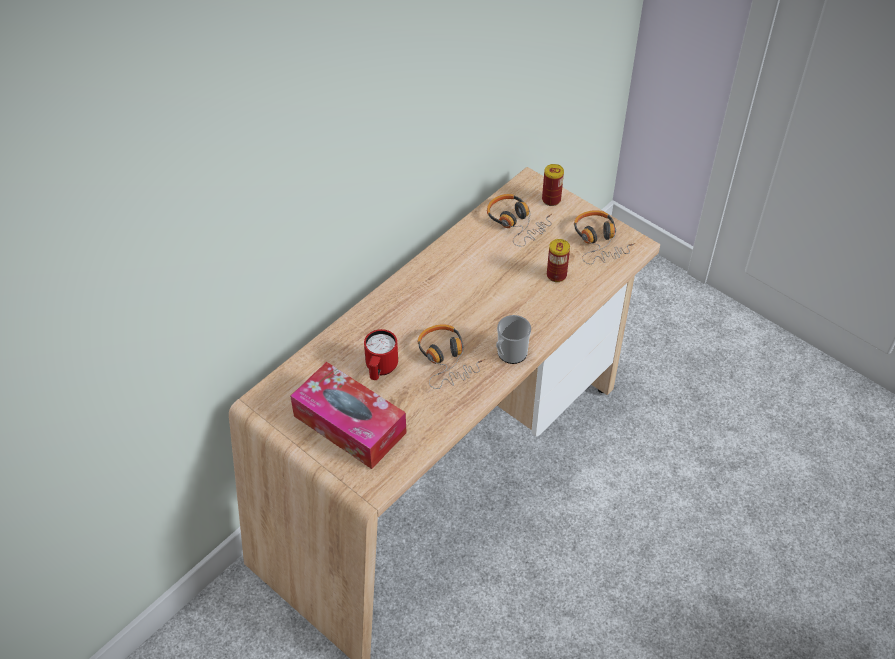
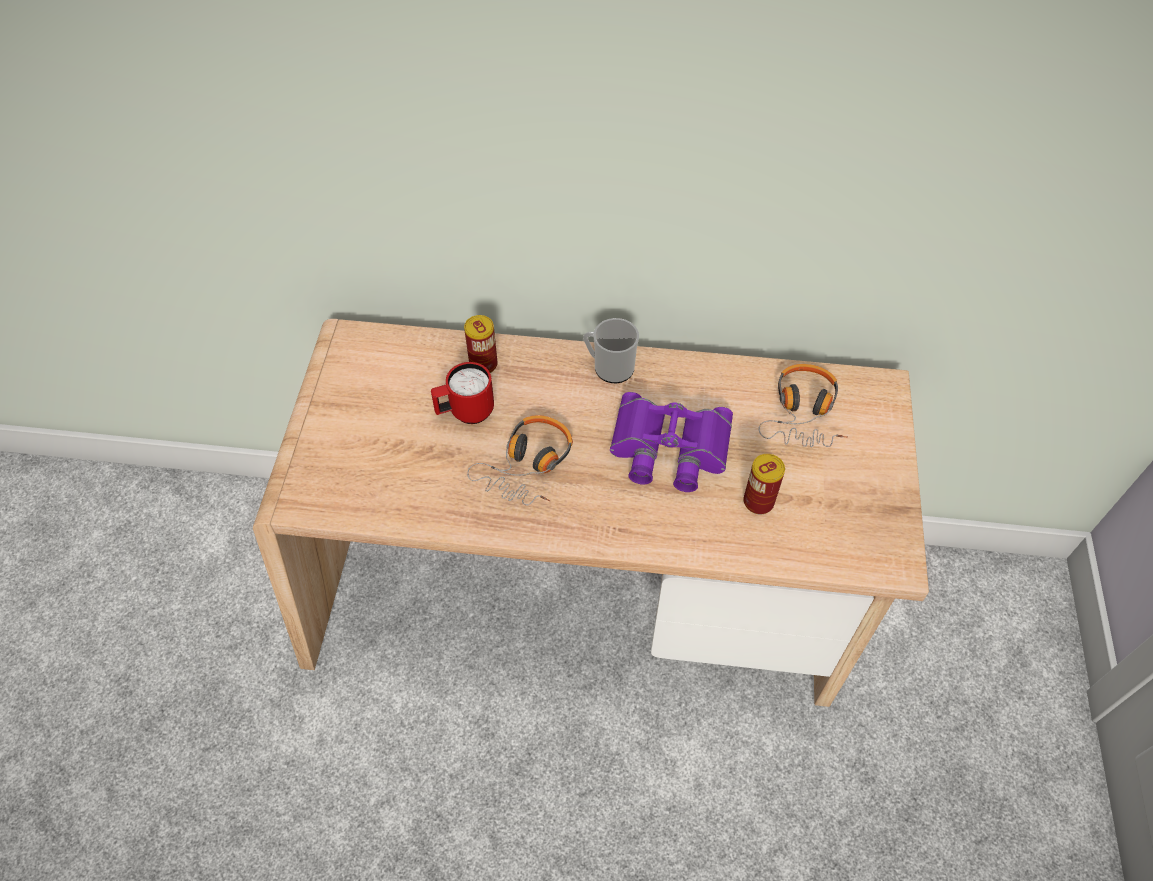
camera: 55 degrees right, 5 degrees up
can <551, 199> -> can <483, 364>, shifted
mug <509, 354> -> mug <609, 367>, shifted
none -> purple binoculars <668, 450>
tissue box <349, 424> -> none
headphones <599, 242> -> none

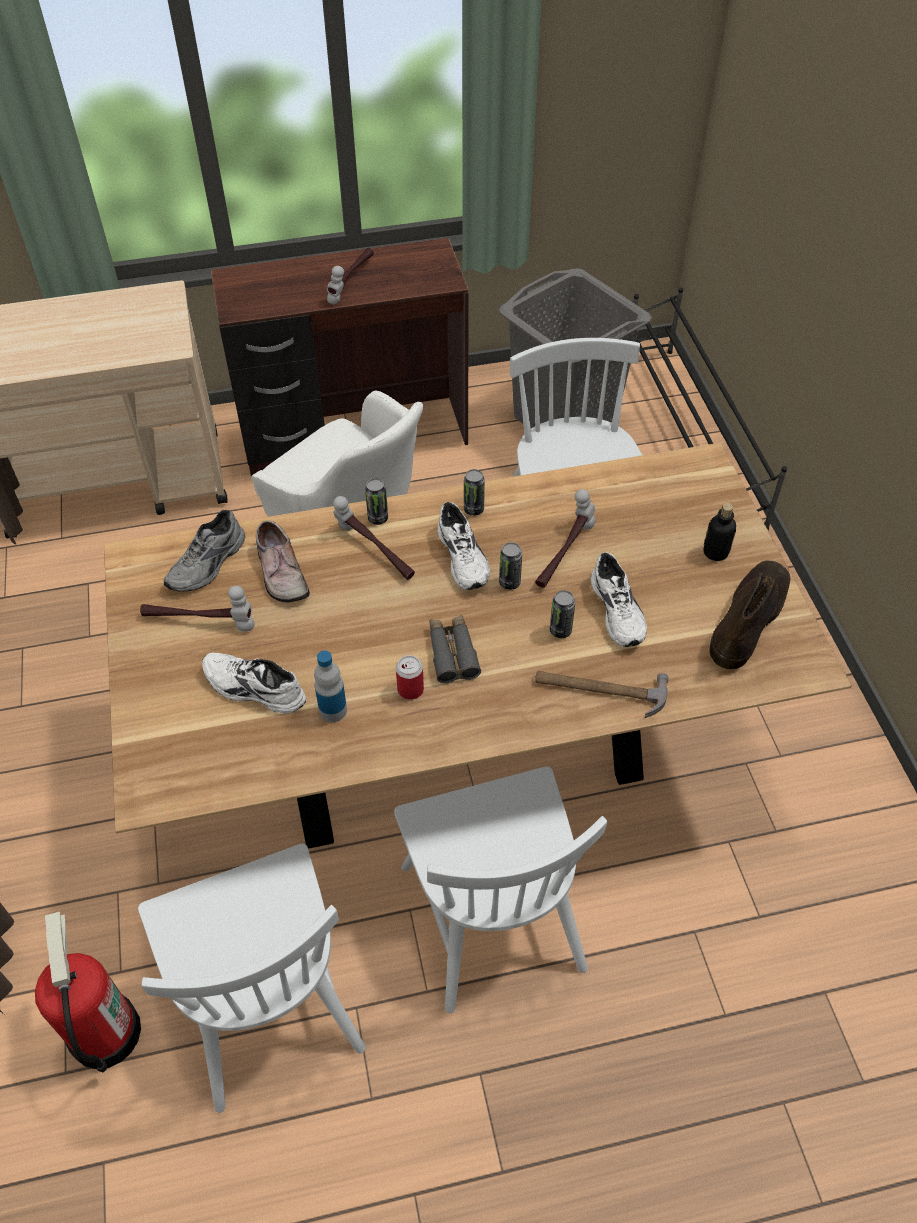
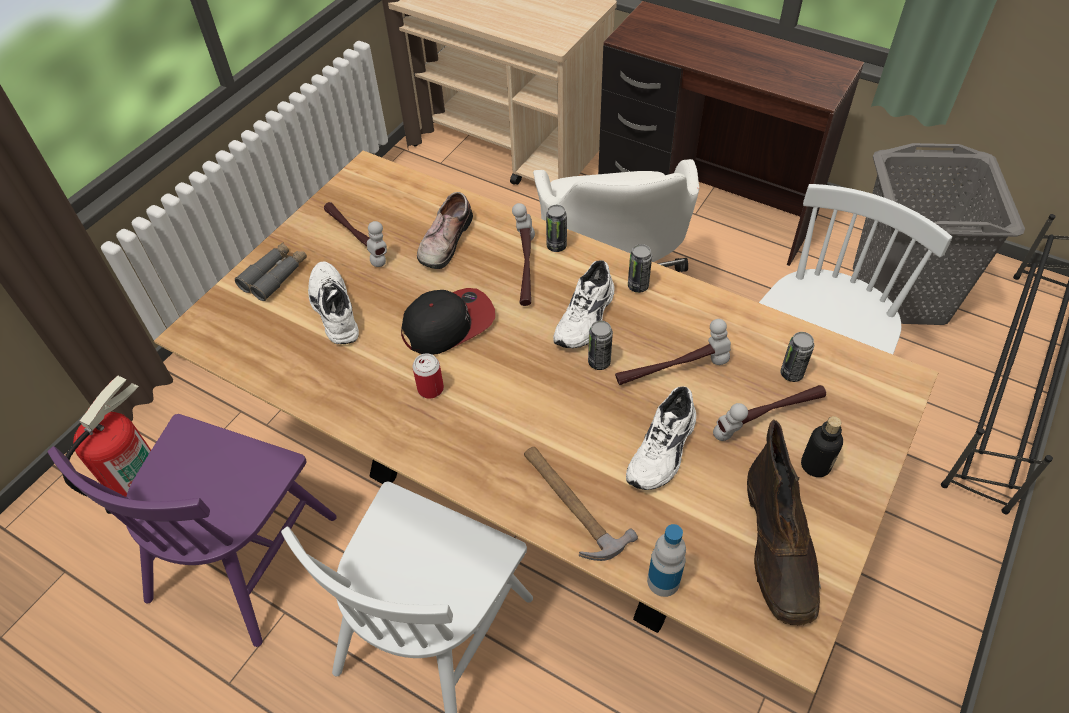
camera: 45 degrees right, 0 degrees up
white chair <266, 1000> -> purple chair <243, 556>
grey binoculars <452, 653> -> grey binoculars <275, 276>, shifted
none -> cap <448, 324>
bottle <333, 710> -> bottle <663, 581>, shifted
hammer <352, 281> -> hammer <768, 418>, shifted
brown boot <749, 618> -> brown boot <779, 547>, 105 degrees clockwise
can <560, 630> -> can <791, 374>, shifted
grey shoe <209, 564> -> none

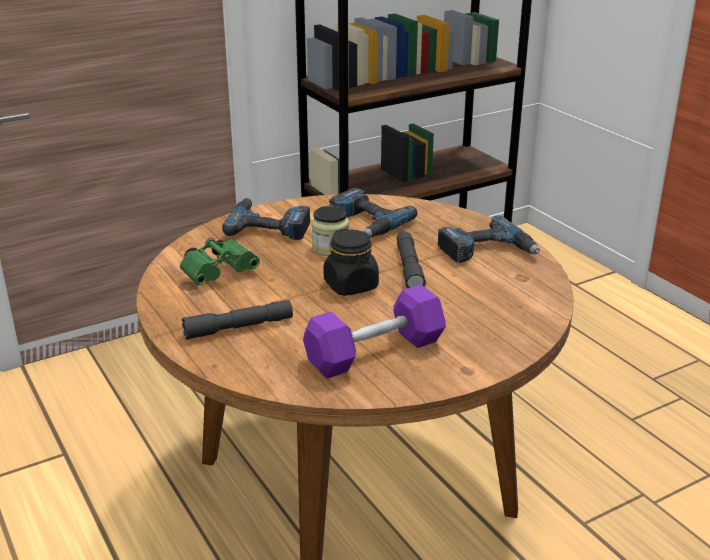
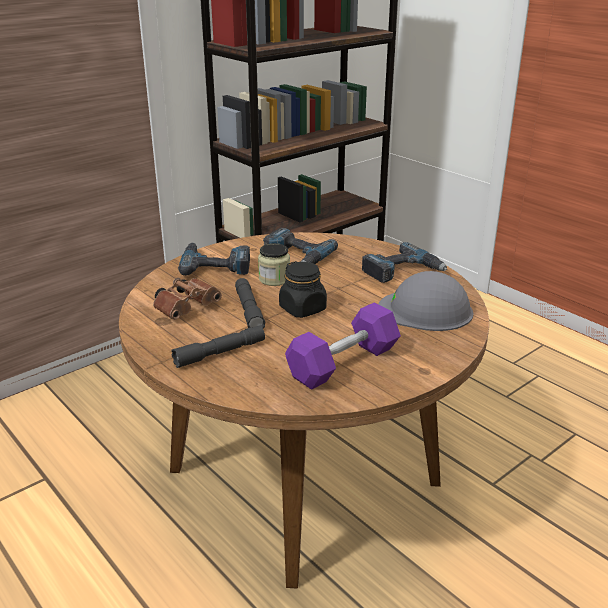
camera: 10 degrees left, 0 degrees up
green binoculars <220, 273> -> brown binoculars <188, 308>
grey flashlight <409, 268> -> grey flashlight <249, 310>, shifted
none -> grey hard hat <426, 310>

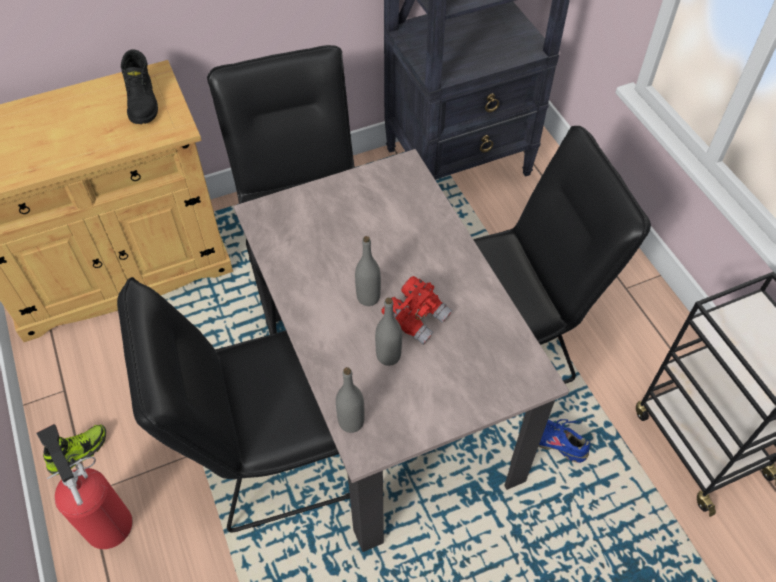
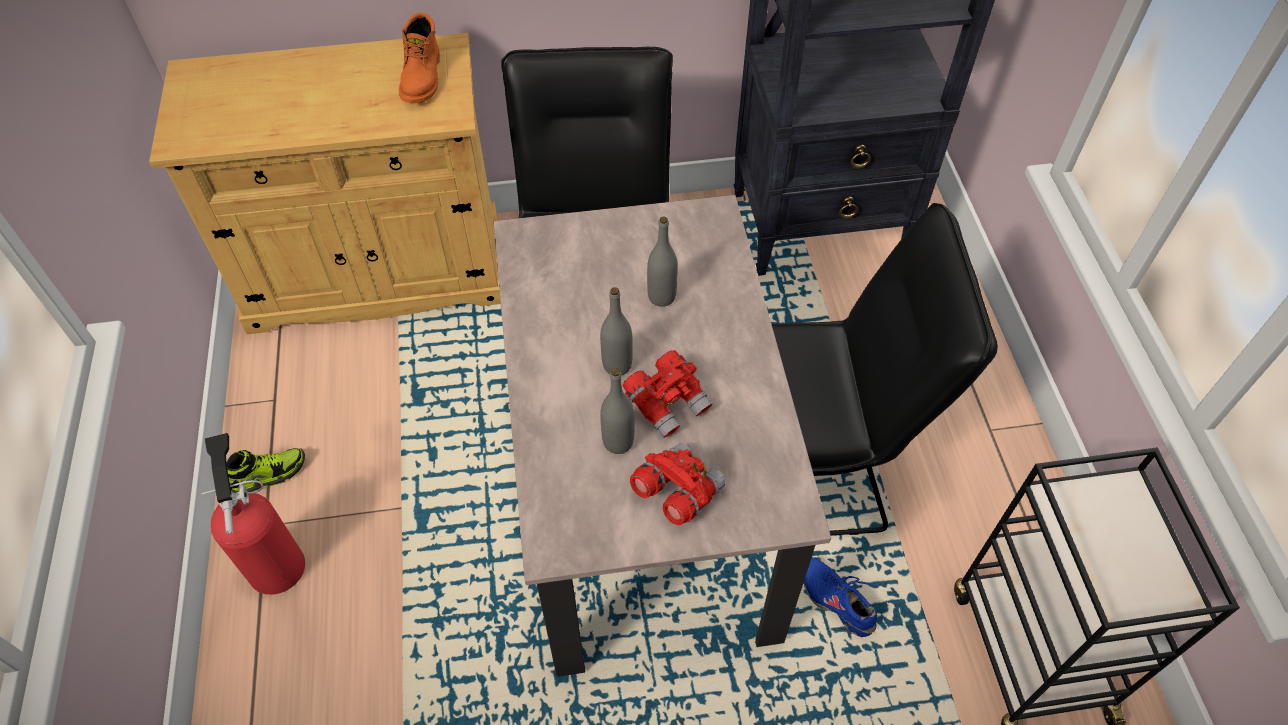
camera: 15 degrees right, 0 degrees up
black boot <143, 102> -> orange boot <423, 78>
none -> red binoculars <676, 492>
grey bottle <351, 422> -> grey bottle <661, 297>, shifted
black chair <276, 453> -> none

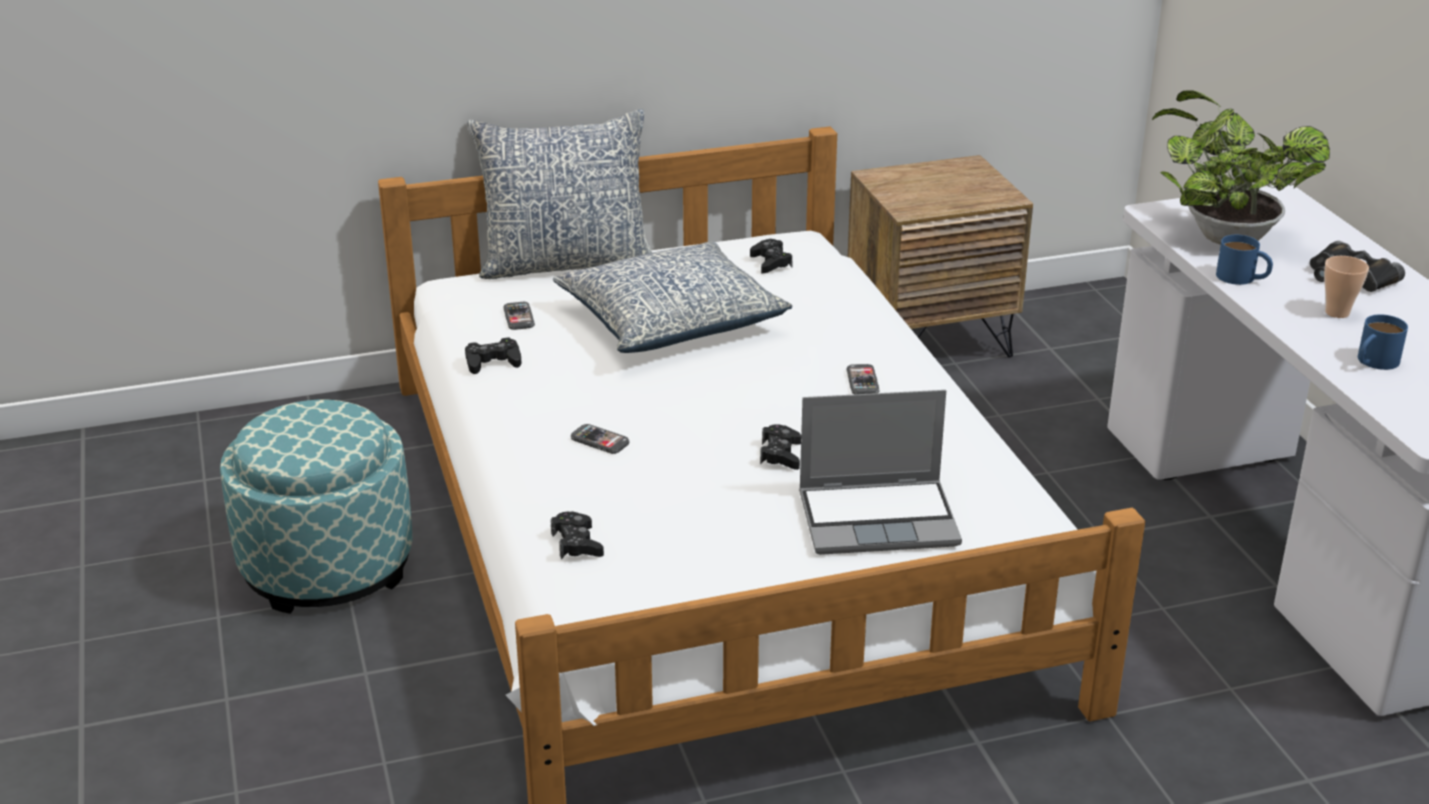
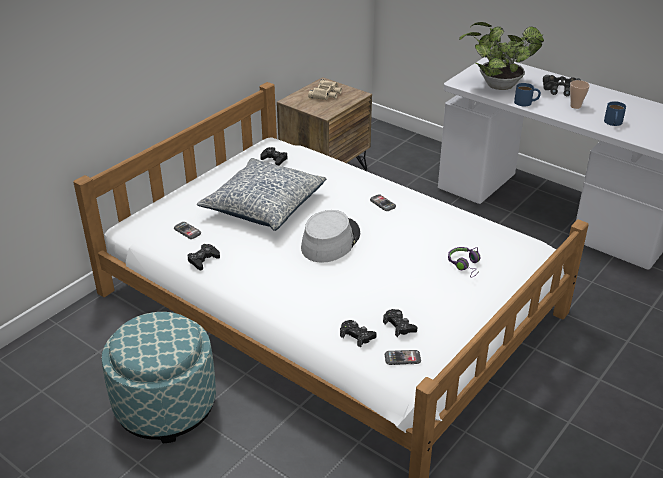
camera: 35 degrees left, 5 degrees up
none -> grey hat <330, 241>
none -> beige binoculars <326, 94>
black game controller <780, 454> -> black game controller <399, 326>, shifted
phone <600, 441> -> phone <402, 358>, shifted
laptop <880, 518> -> purple headphones <465, 265>
pillow <566, 263> -> none

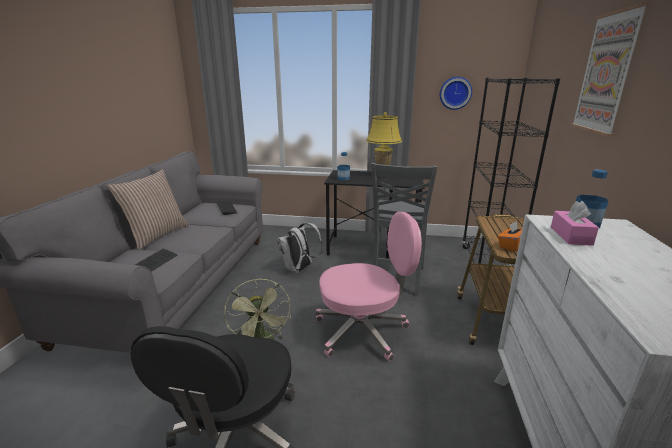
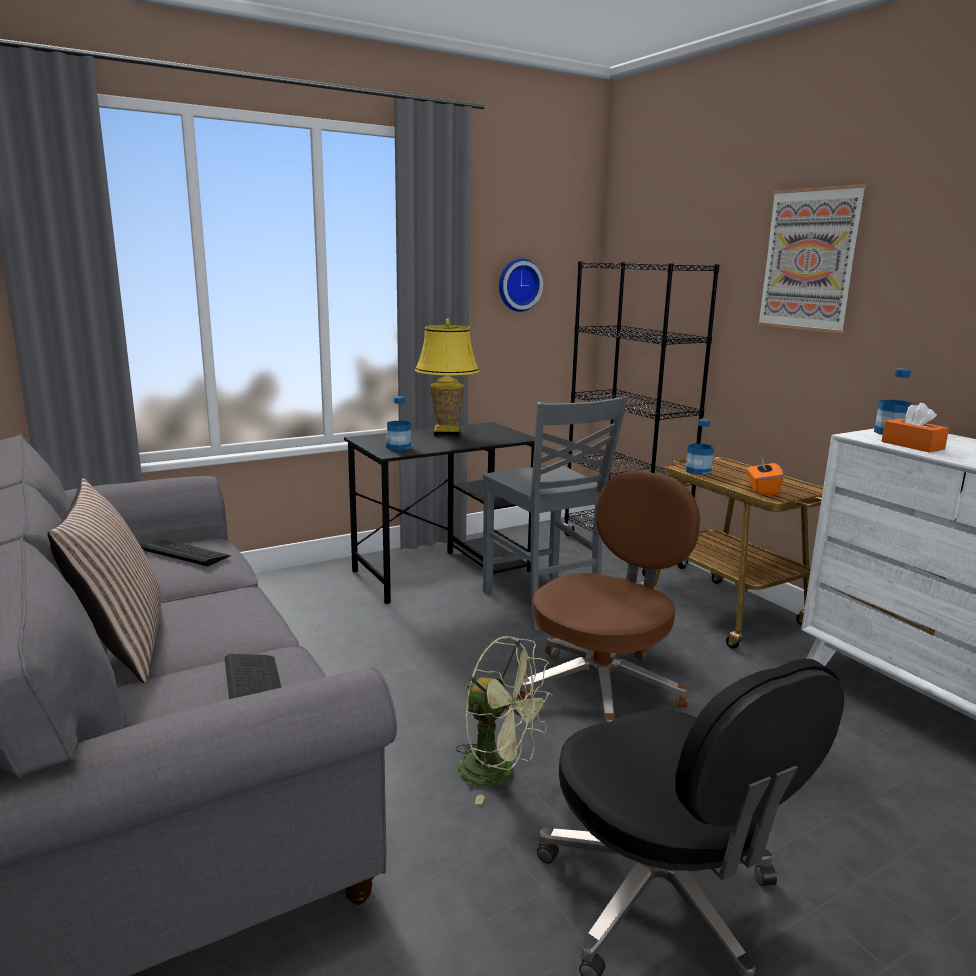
camera: 40 degrees left, 5 degrees down
pink office chair <363, 331> -> brown office chair <603, 687>
none -> bottle <698, 471>
pink tissue box <570, 236> -> orange tissue box <912, 445>
white backpack <299, 269> -> none

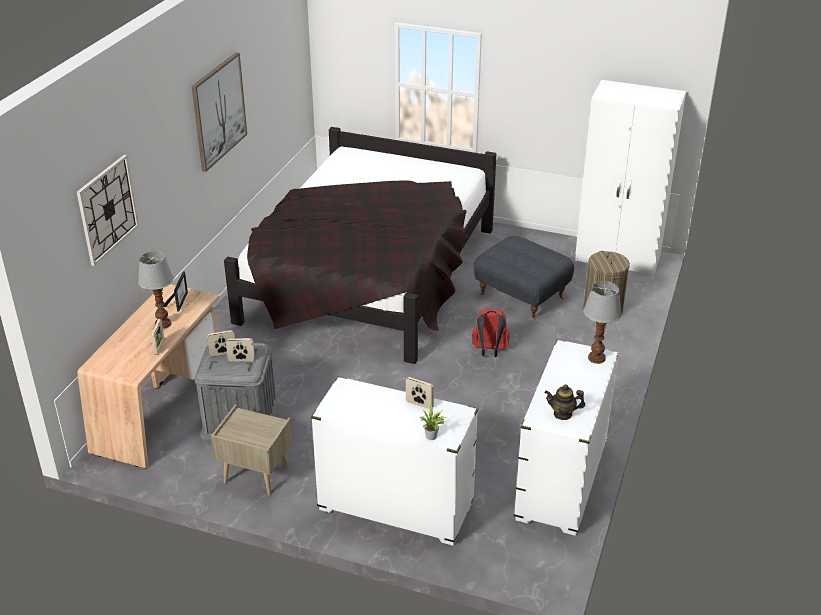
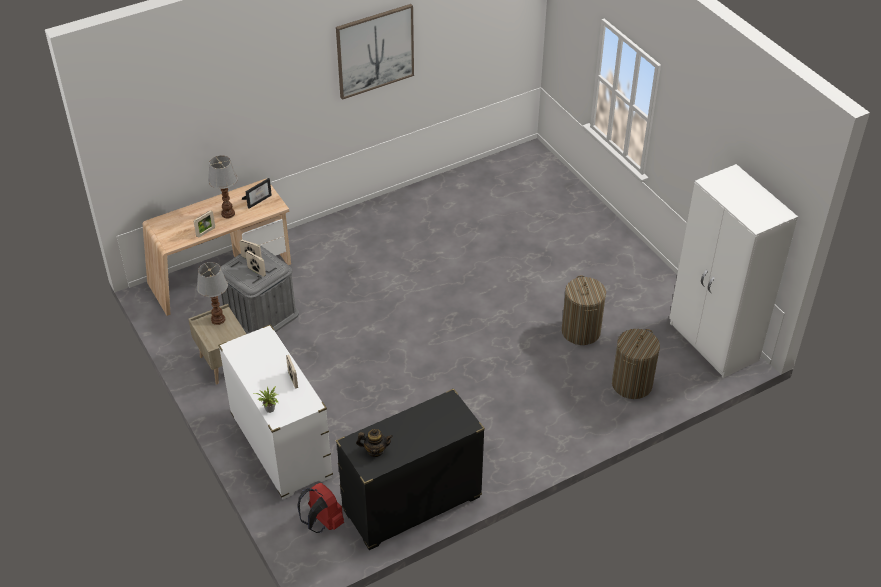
camera: 40 degrees right, 10 degrees up
table lamp <597, 358> -> table lamp <218, 320>, shifted
red backpack <489, 351> -> red backpack <322, 523>, shifted
white dresser <561, 481> -> black dresser <411, 504>
teapot <563, 414> -> teapot <375, 450>, 135 degrees clockwise
grey ottoman <522, 296> -> laundry basket <581, 331>
wall clock <107, 209> -> none
black bed <370, 275> -> none

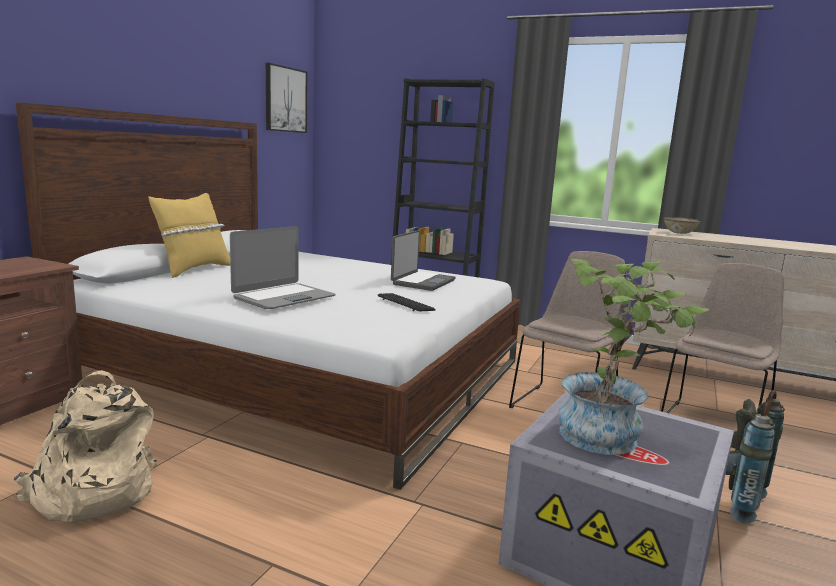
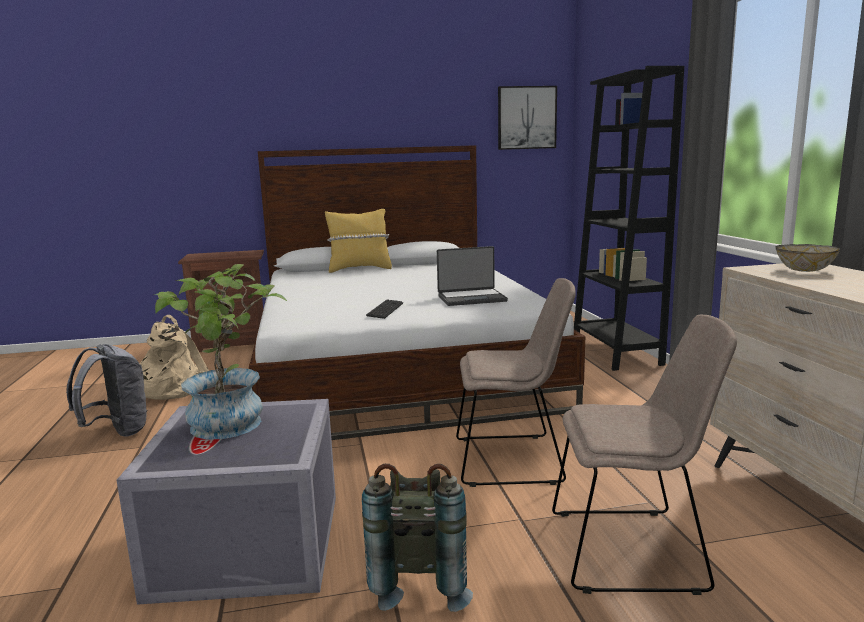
camera: 55 degrees right, 0 degrees up
none -> grey backpack <117, 431>
laptop <283, 297> -> none

